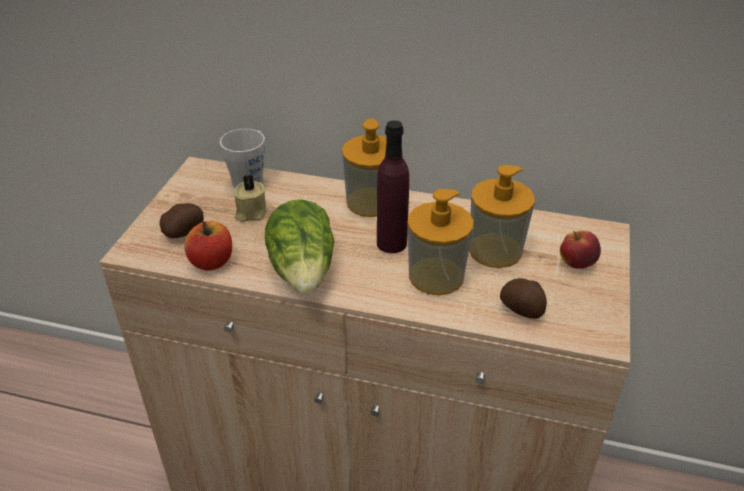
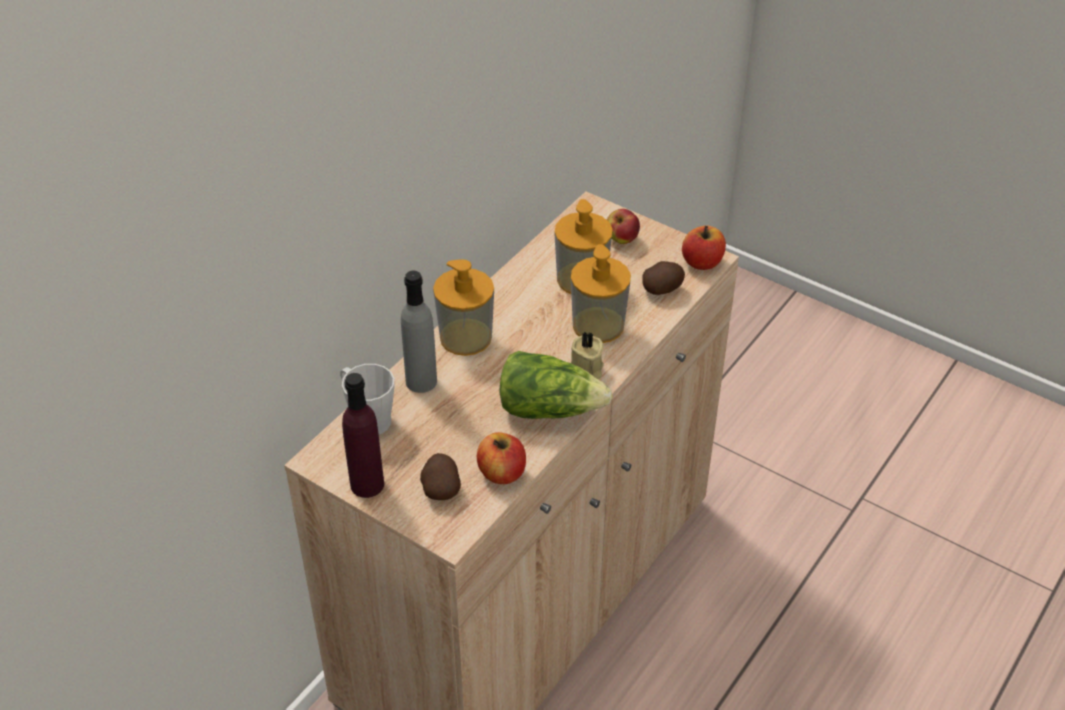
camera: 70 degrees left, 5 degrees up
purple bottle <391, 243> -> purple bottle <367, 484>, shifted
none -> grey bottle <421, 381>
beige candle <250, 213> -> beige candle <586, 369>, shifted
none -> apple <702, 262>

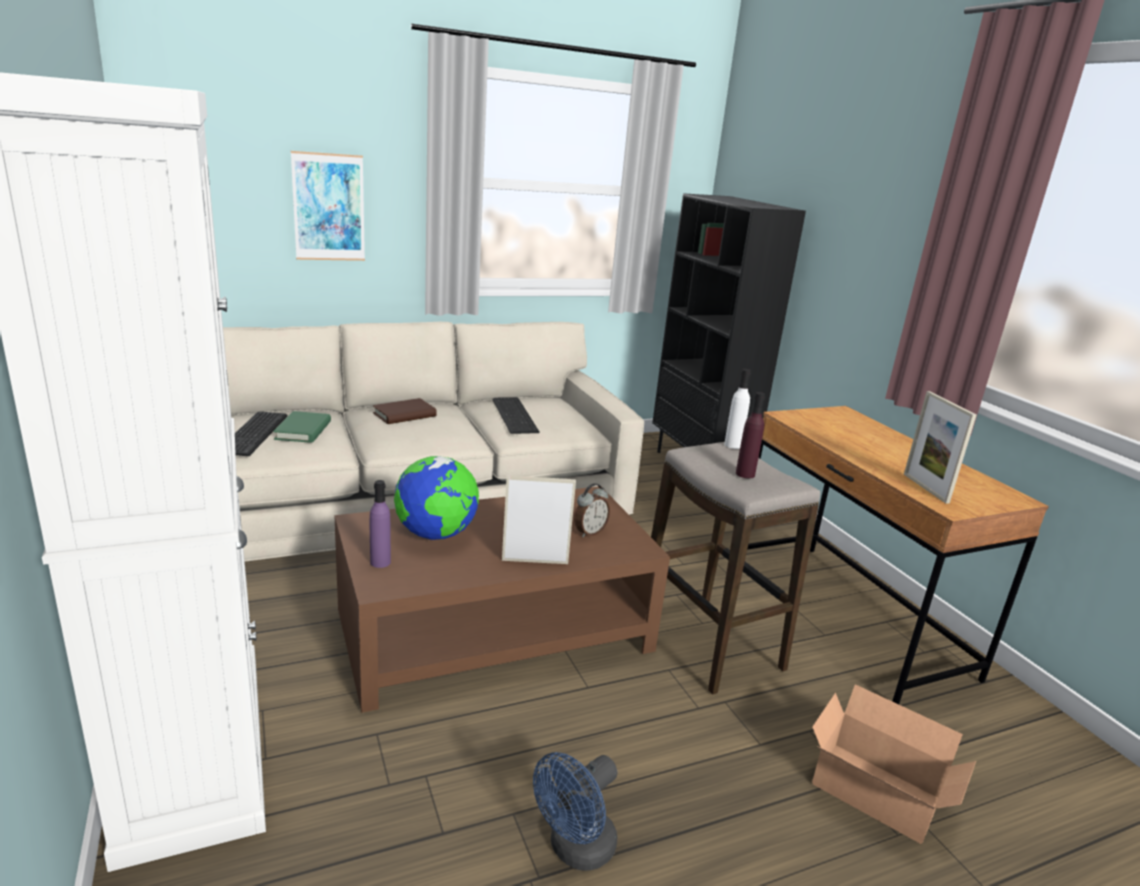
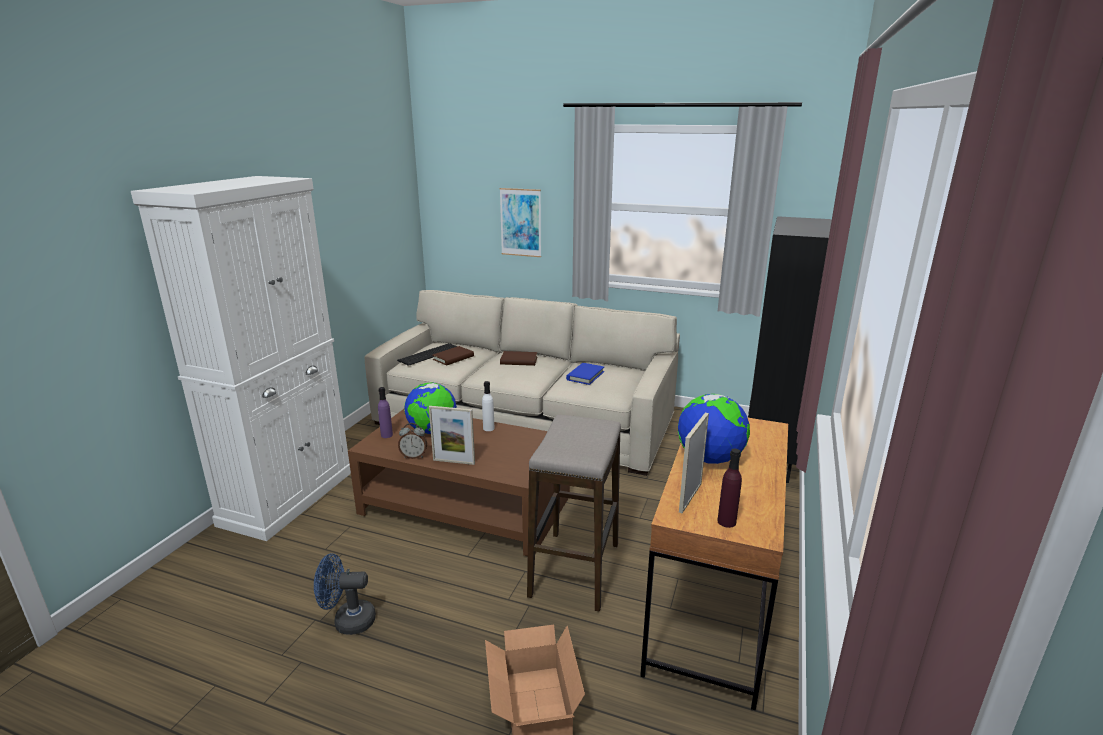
camera: 45 degrees right, 0 degrees up
alarm clock <589, 532> -> alarm clock <414, 456>, shifted
picture frame <535, 561> -> picture frame <454, 461>, 150 degrees clockwise
green book <303, 430> -> brown book <453, 358>
white bottle <733, 445> -> white bottle <488, 428>, shifted
keyboard <516, 415> -> blue book <585, 376>
none -> globe <709, 459>
purple bottle <745, 474> -> purple bottle <726, 521>, shifted

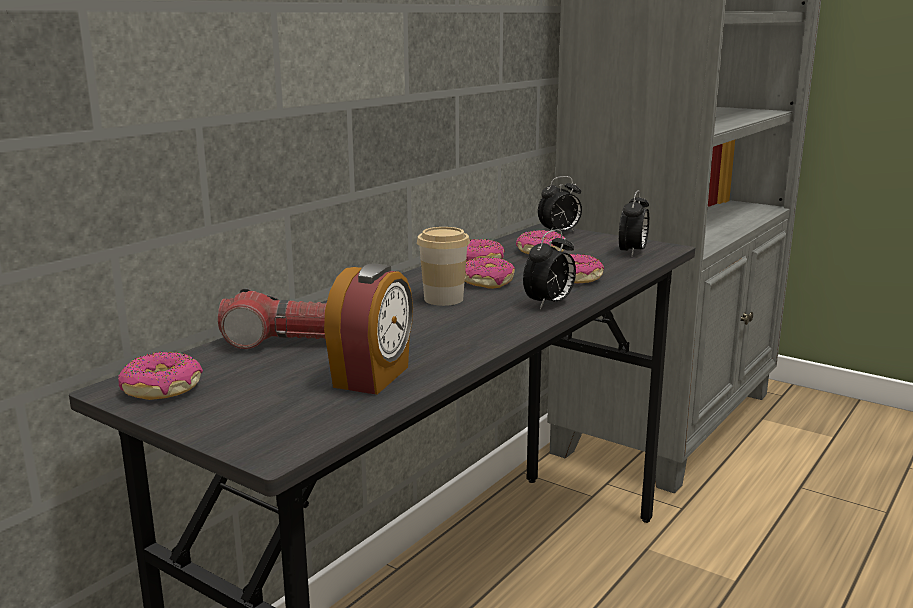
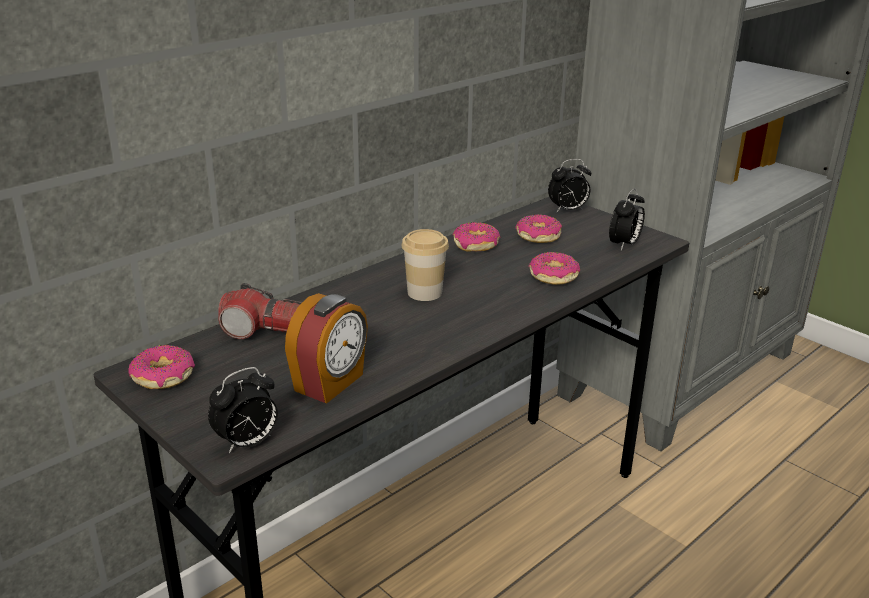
camera: 10 degrees right, 10 degrees up
alarm clock <549, 304> -> alarm clock <247, 443>, shifted
donut <487, 282> -> none

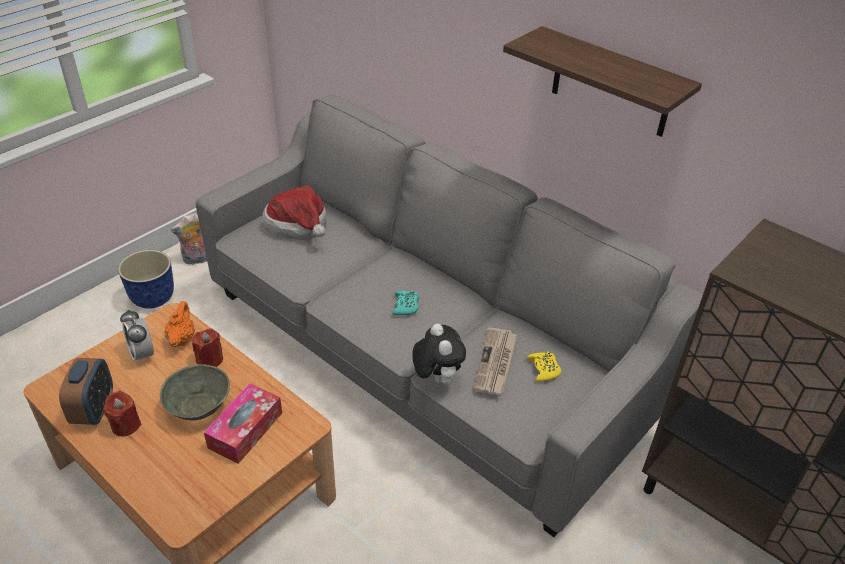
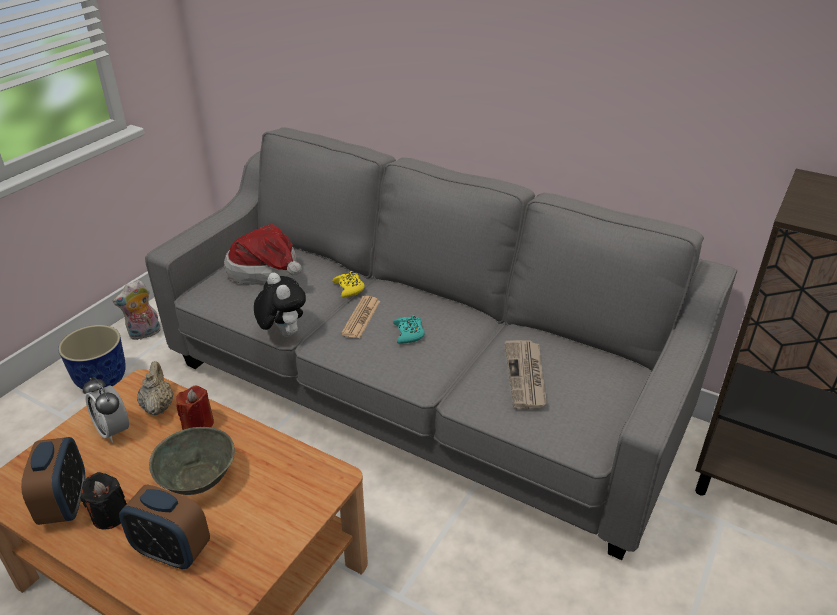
camera: 10 degrees left, 5 degrees down
red candle <125, 425> -> black candle <110, 515>
none -> alarm clock <172, 551>
orange teapot <182, 339> -> beige teapot <158, 406>
plush toy <436, 378> -> plush toy <282, 333>, shifted
yellow game controller <543, 369> -> yellow game controller <349, 288>, shifted
none -> newspaper <361, 317>
tissue box <245, 430> -> none
shelf <611, 83> -> none

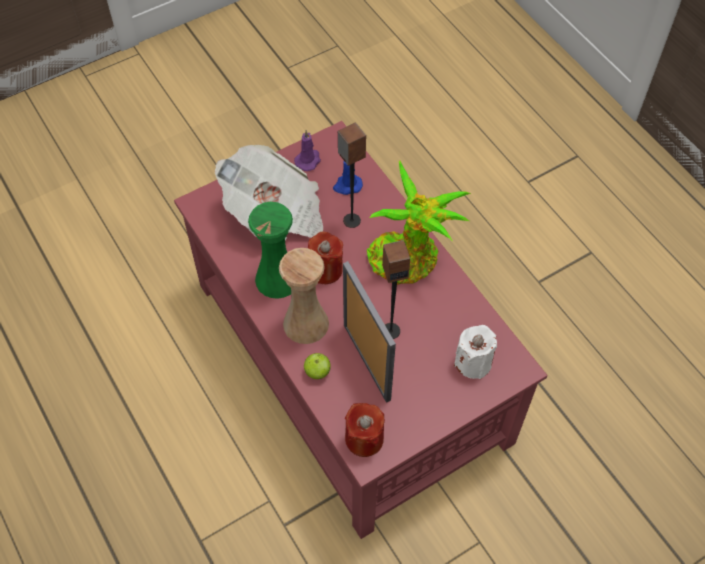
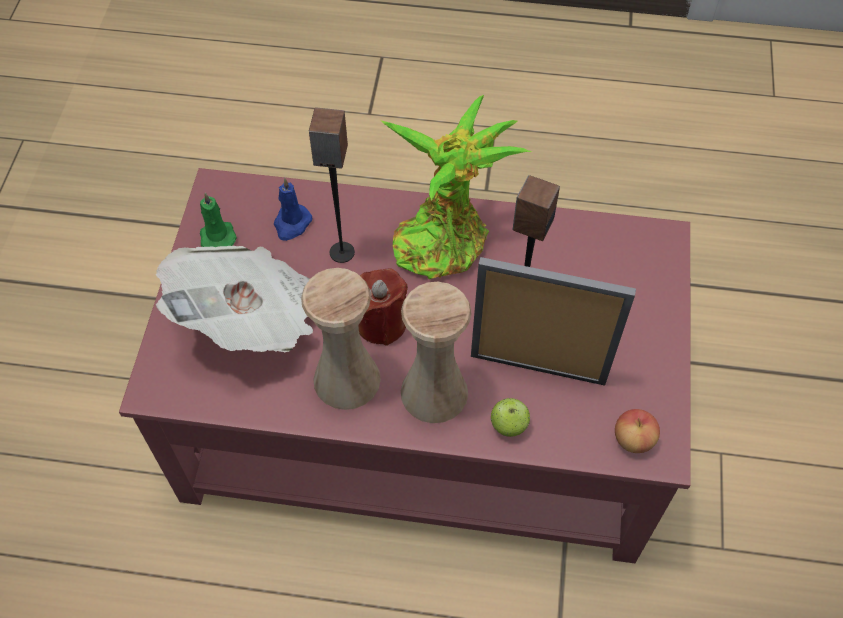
camera: 50 degrees left, 0 degrees up
purple candle <308, 160> -> green candle <217, 235>
green vase <277, 279> -> beige vase <347, 379>
red candle <364, 439> -> apple <633, 439>
white candle <473, 362> -> none

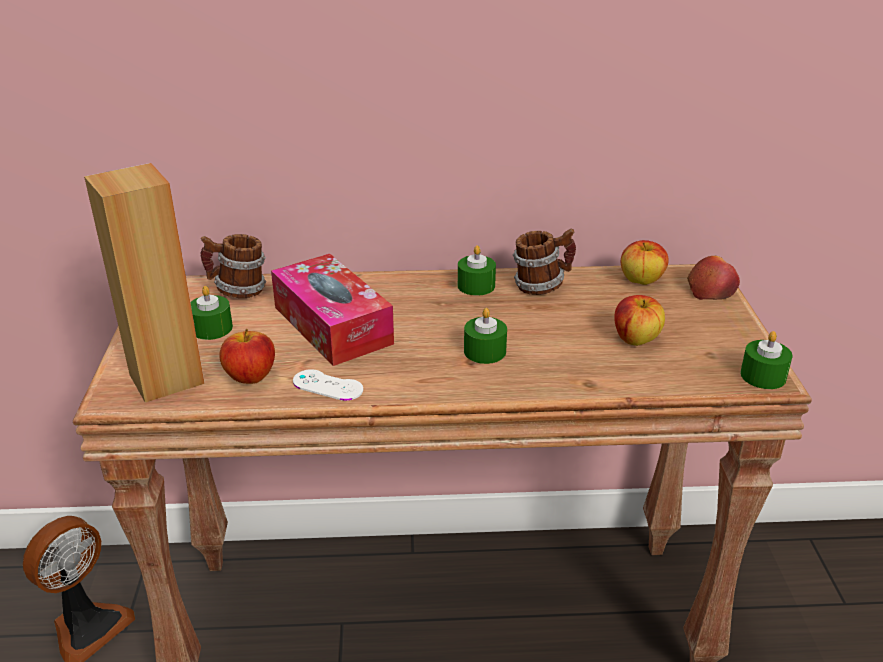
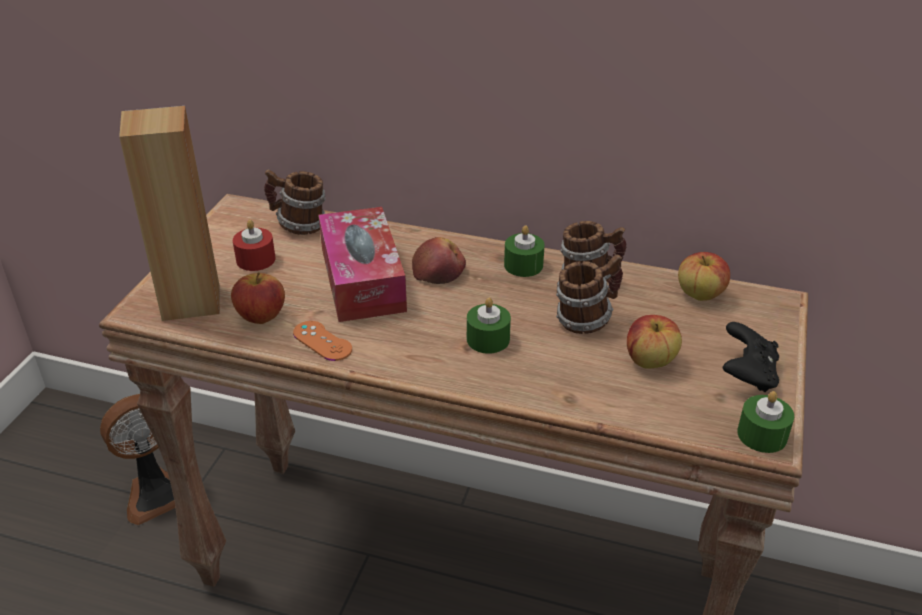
camera: 20 degrees right, 5 degrees up
green candle <212, 328> -> red candle <255, 259>
white game controller <327, 385> -> orange game controller <322, 341>
apple <711, 289> -> apple <439, 271>, shifted
none -> mug <585, 319>
none -> black game controller <747, 374>

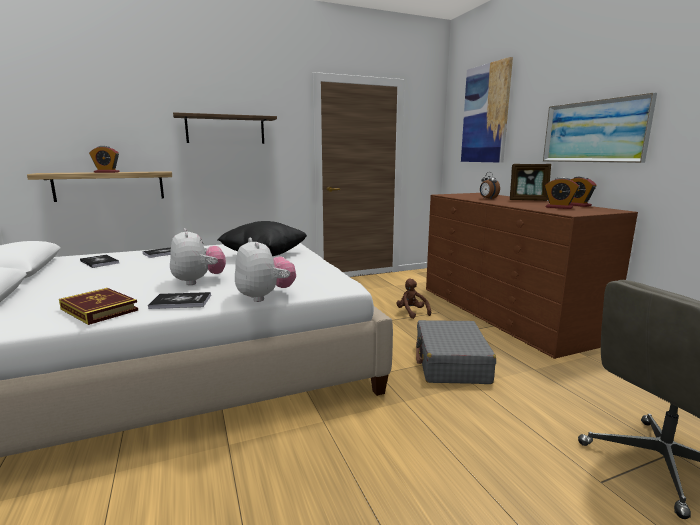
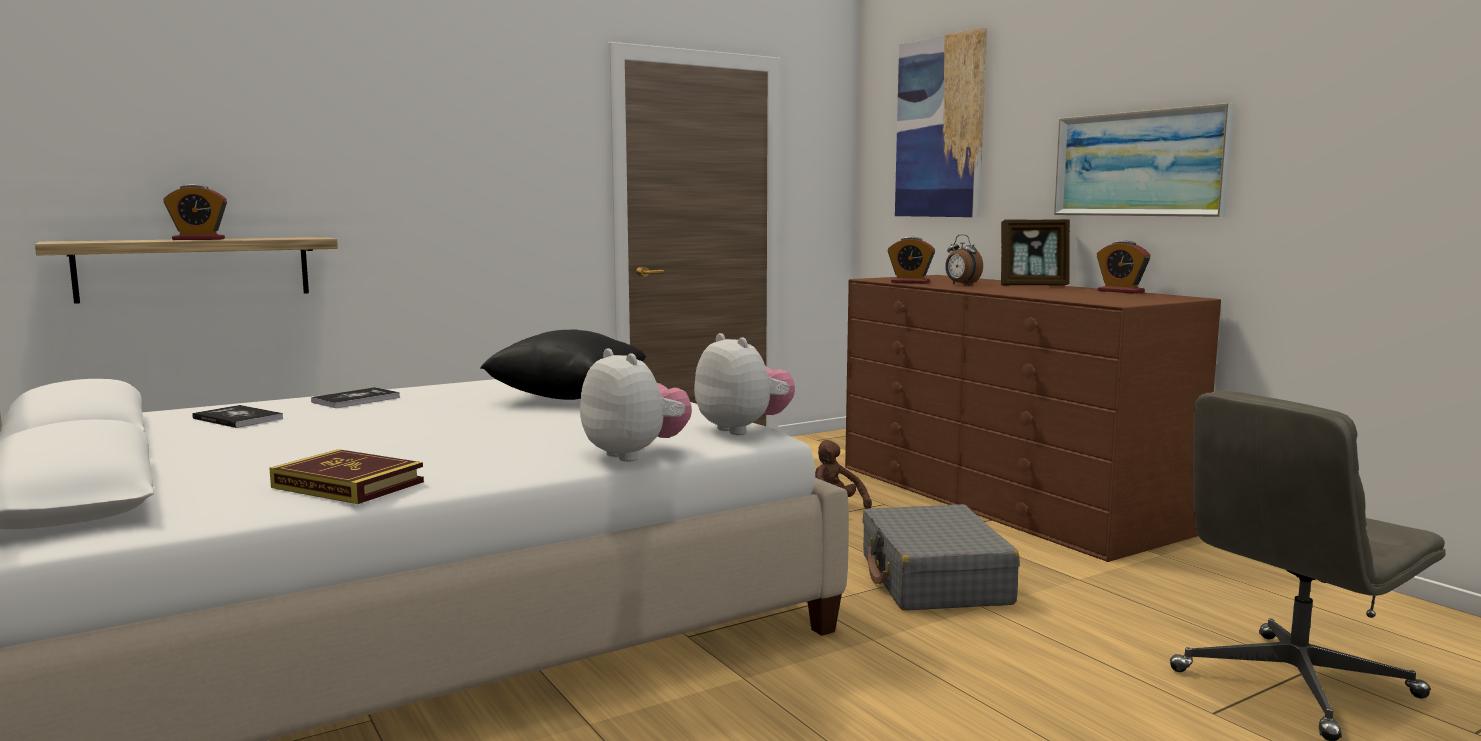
camera: 10 degrees left, 5 degrees down
plush toy <198, 281> -> plush toy <743, 429>, shifted
alarm clock <559, 207> -> alarm clock <910, 282>, shifted
book <181, 302> -> none
shelf <225, 130> -> none

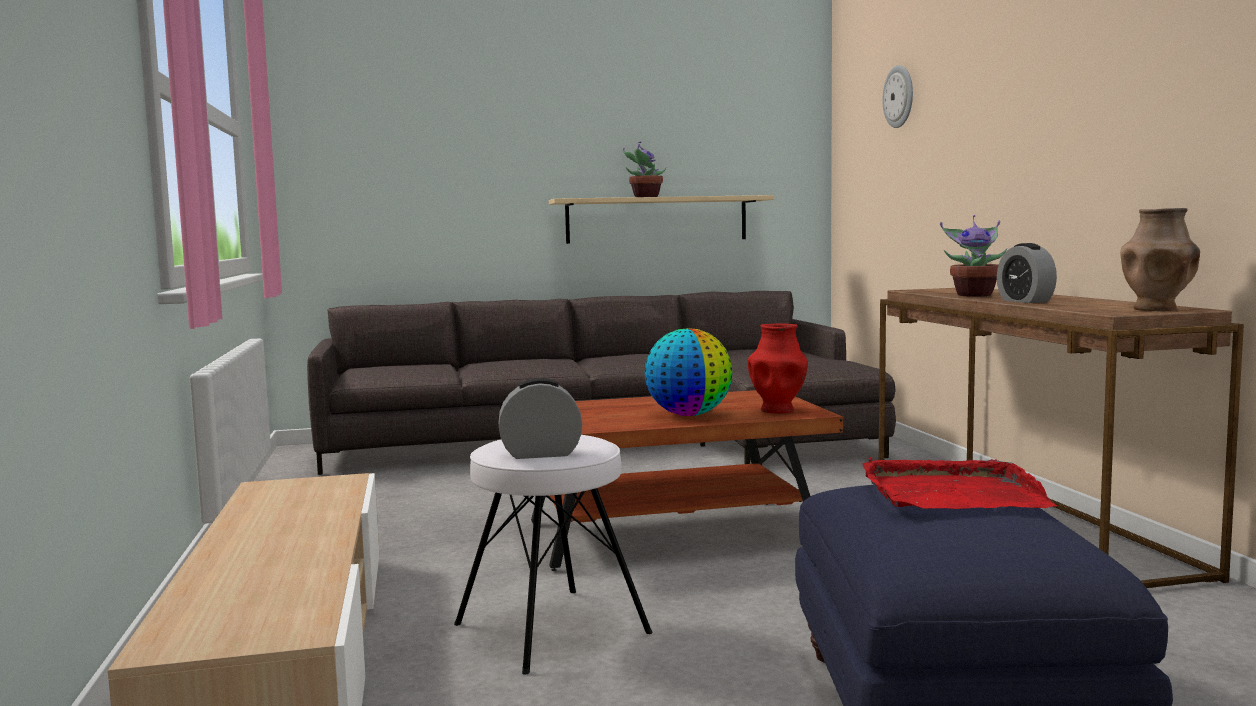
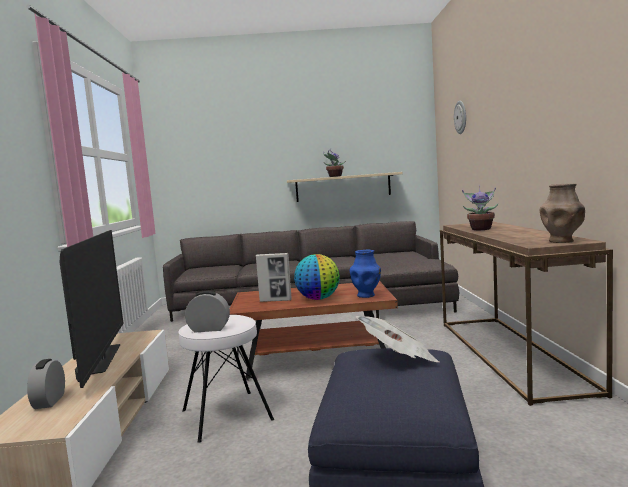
camera: 10 degrees right, 0 degrees up
alarm clock <1025, 301> -> alarm clock <49, 401>, shifted
none -> television <105, 359>
none -> picture frame <275, 300>
red vase <778, 410> -> blue vase <366, 295>
red tray <950, 493> -> newspaper <398, 358>

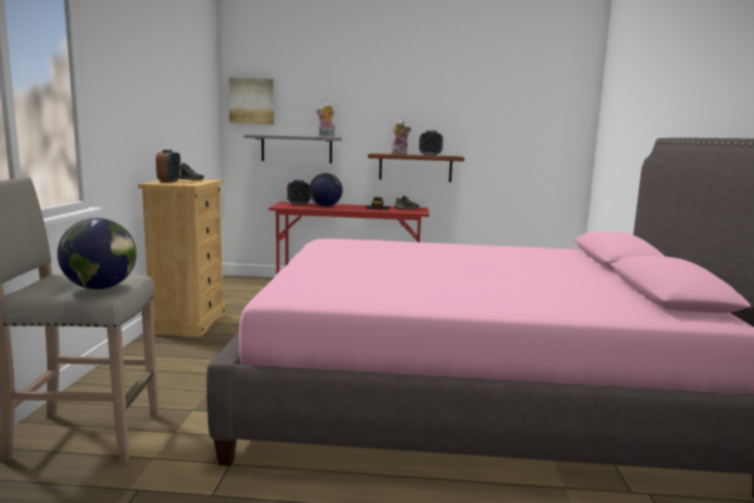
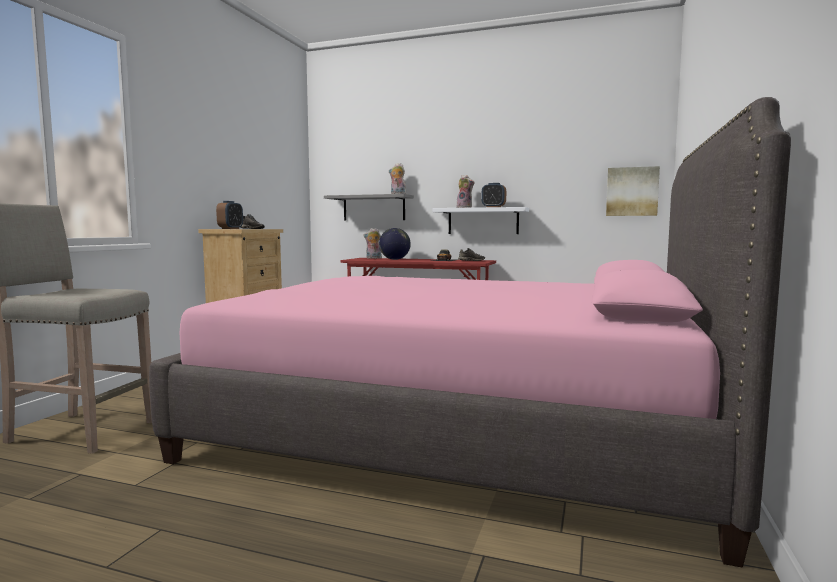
camera: 15 degrees right, 5 degrees down
alarm clock <298, 204> -> plush toy <373, 258>
brown shelf <415, 167> -> white shelf <483, 221>
picture <252, 101> -> picture <632, 191>, shifted
globe <100, 288> -> none

